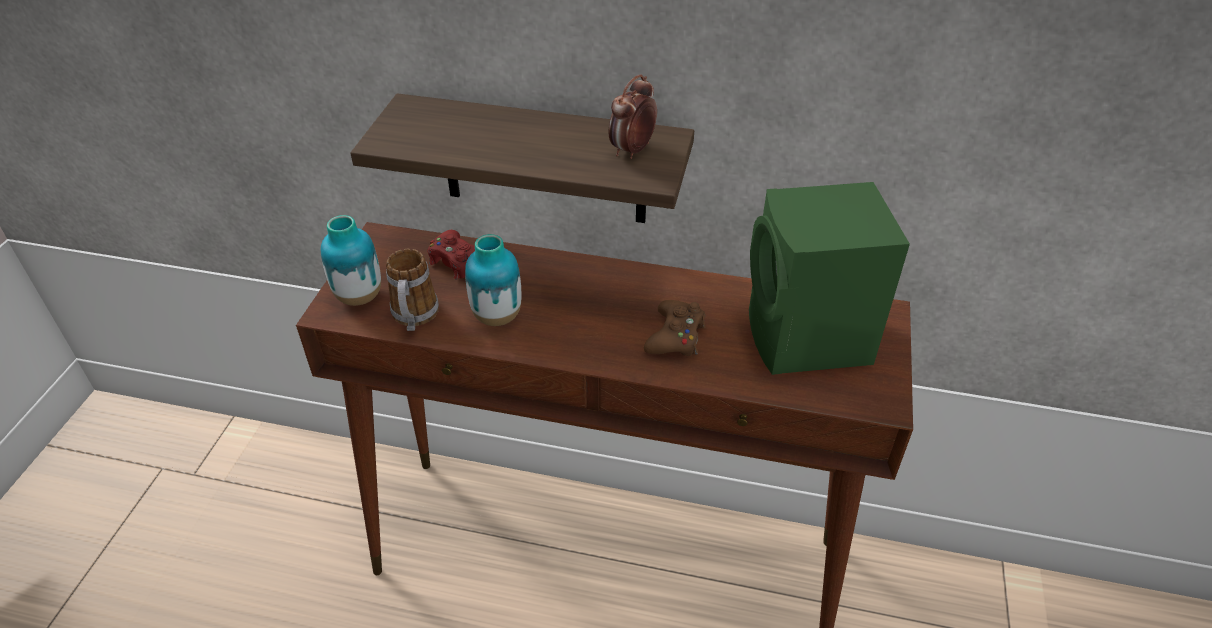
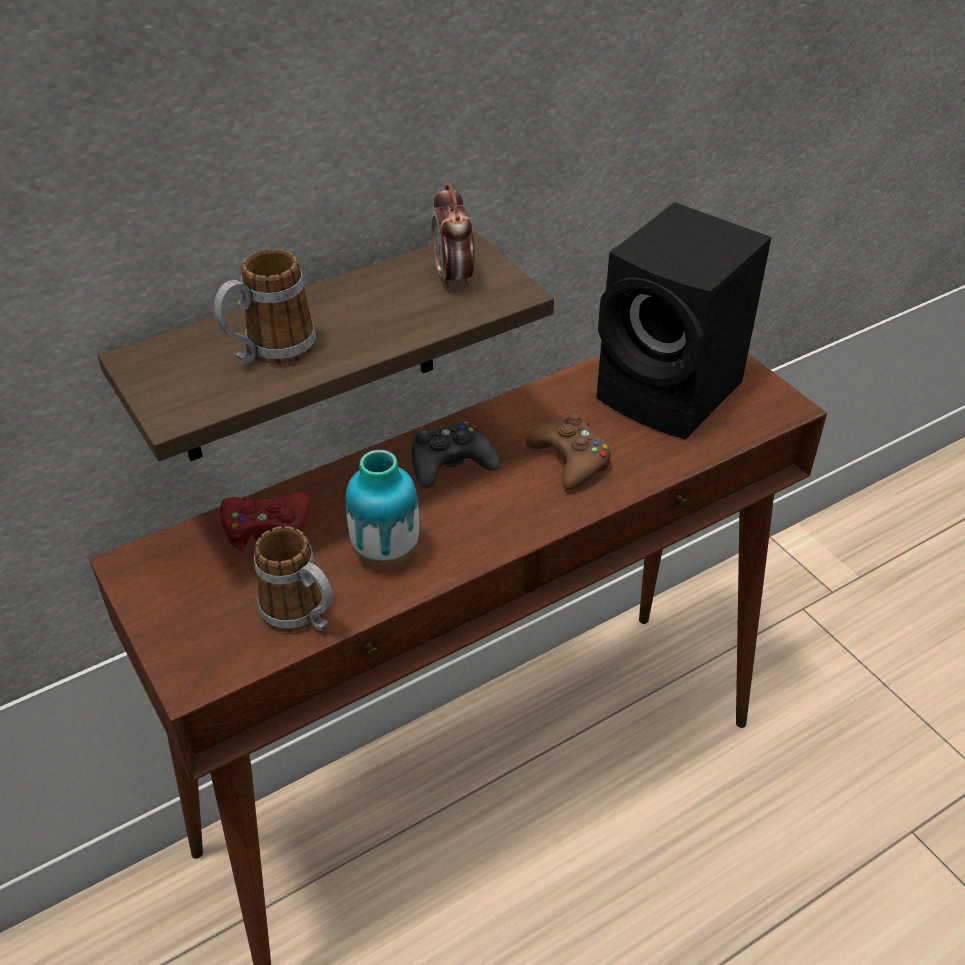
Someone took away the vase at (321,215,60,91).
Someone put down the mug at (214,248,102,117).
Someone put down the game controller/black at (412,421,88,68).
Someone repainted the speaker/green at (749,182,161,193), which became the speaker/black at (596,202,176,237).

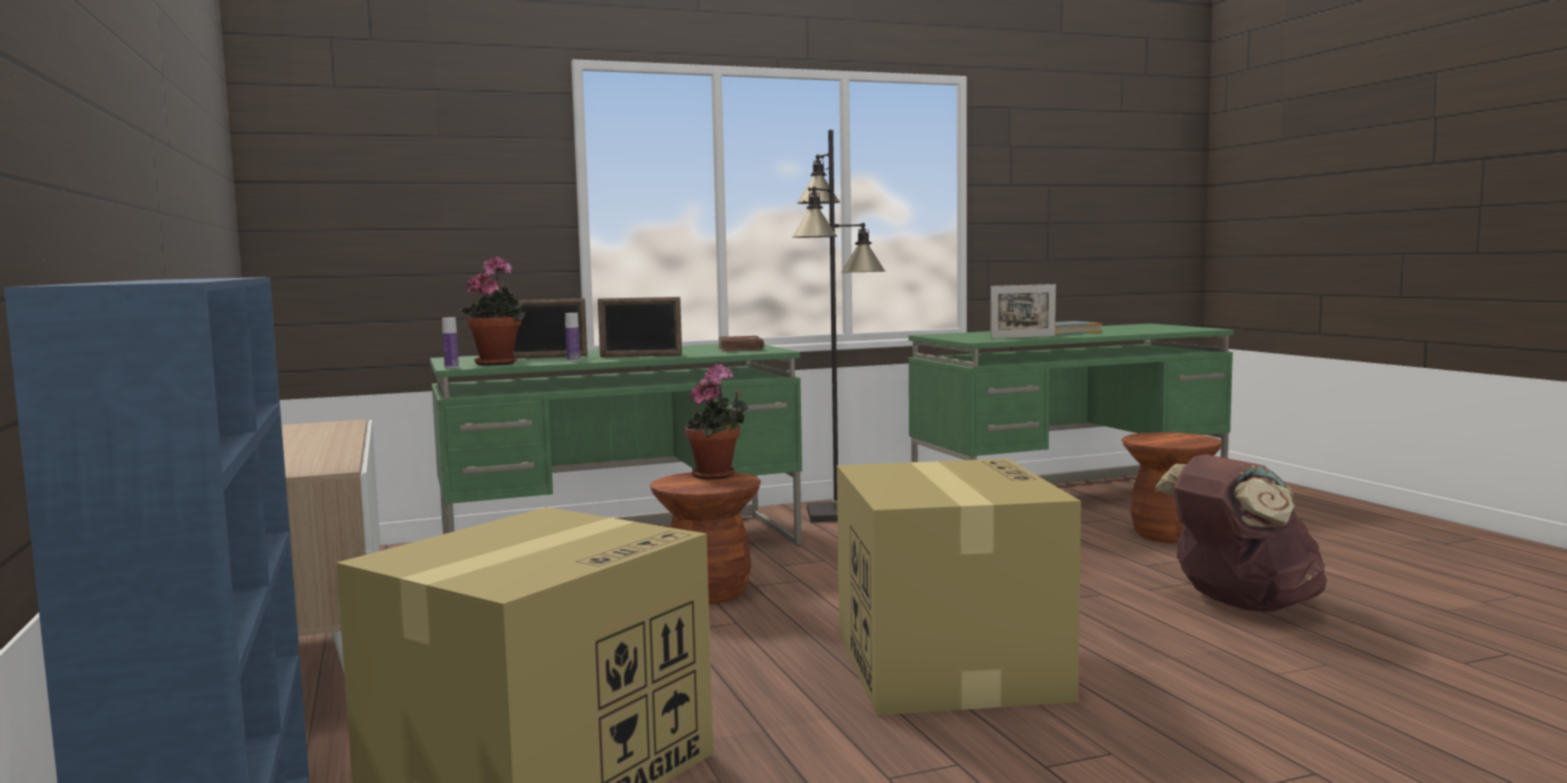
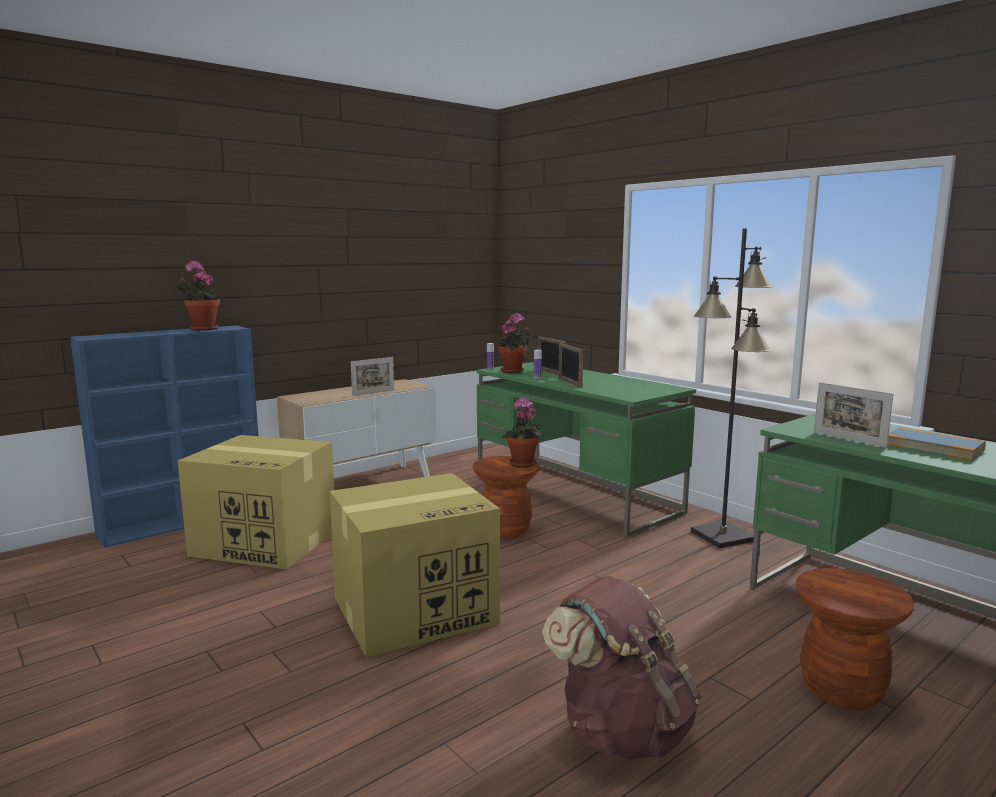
Someone took away the book/brown at (719,335,45,16).
Someone put down the potted plant at (178,260,42,71).
Someone put down the picture frame at (351,357,43,39).

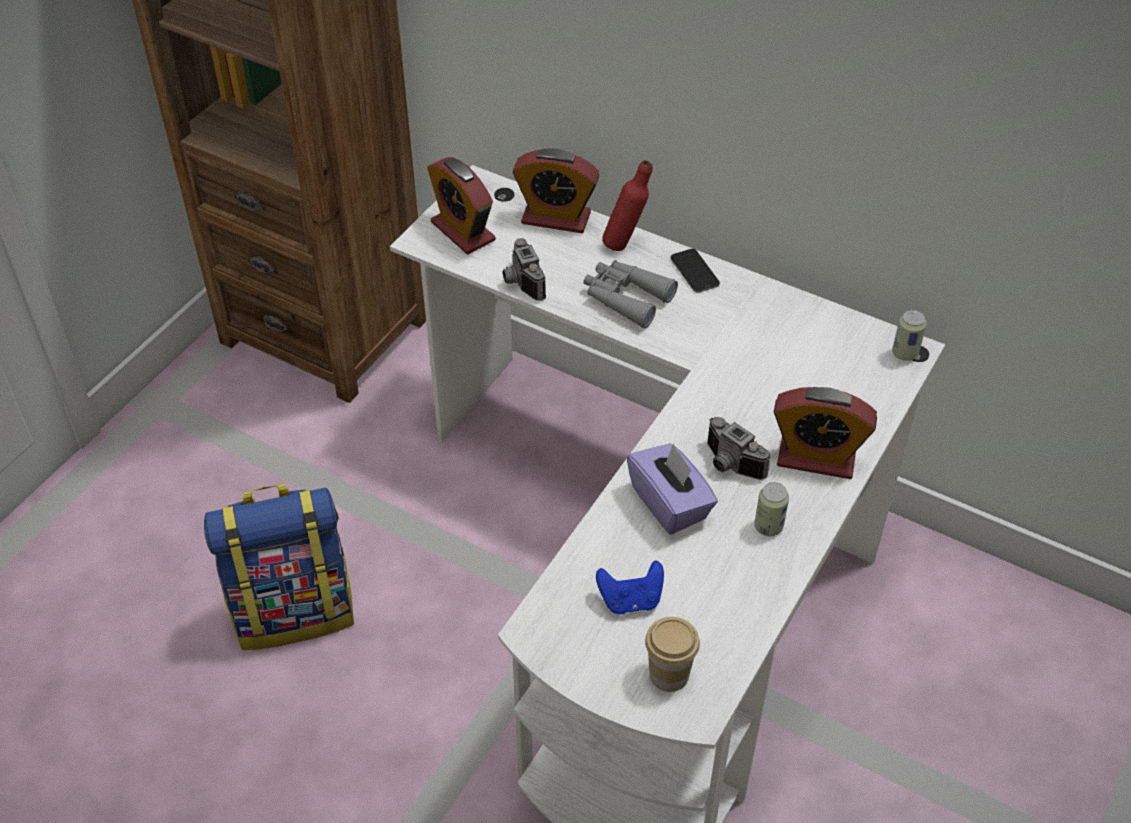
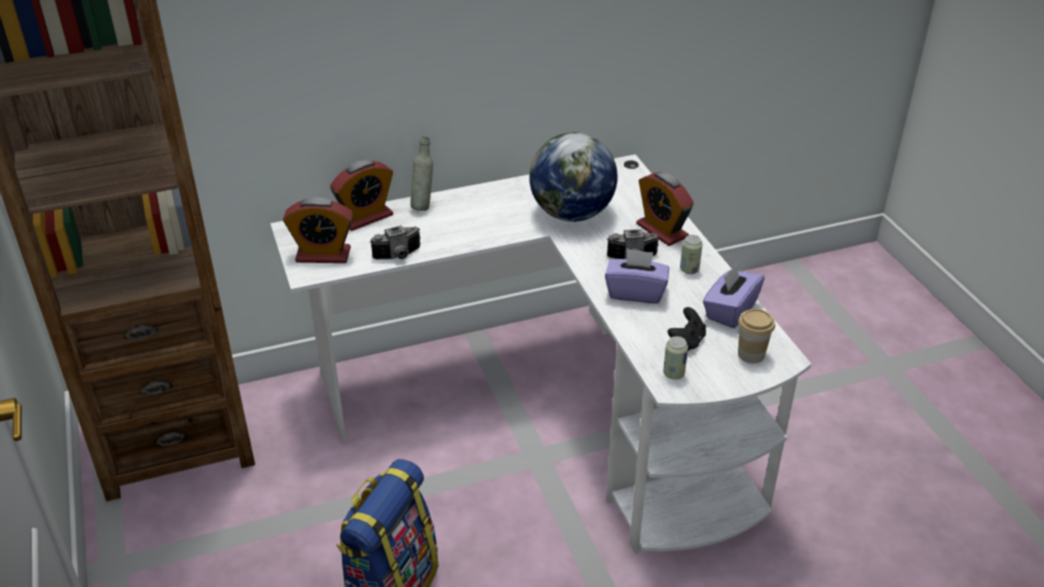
Someone took away the binoculars/grey at (583,260,95,68).
Someone took away the phone at (670,249,50,44).
Someone put down the globe at (529,132,89,90).
Someone put down the tissue box/purple at (703,264,62,64).
Someone carried the can from (892,310,35,51) to (663,336,25,44).
Someone repainted the game controller/blue at (596,560,68,54), which became the game controller/black at (668,307,38,44).
Someone repainted the bottle/red at (602,160,51,91), which became the bottle/grey at (410,136,23,75).
Someone rotated the photo camera at (503,238,43,63) by 45 degrees counterclockwise.
Someone rotated the alarm clock at (774,387,103,92) by 90 degrees clockwise.

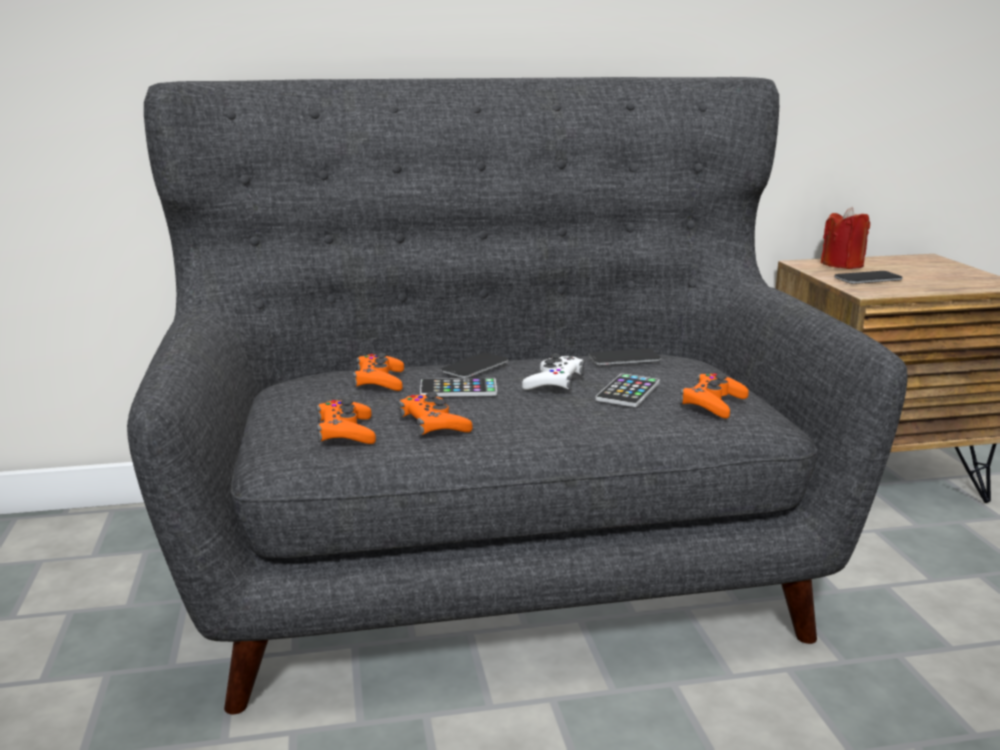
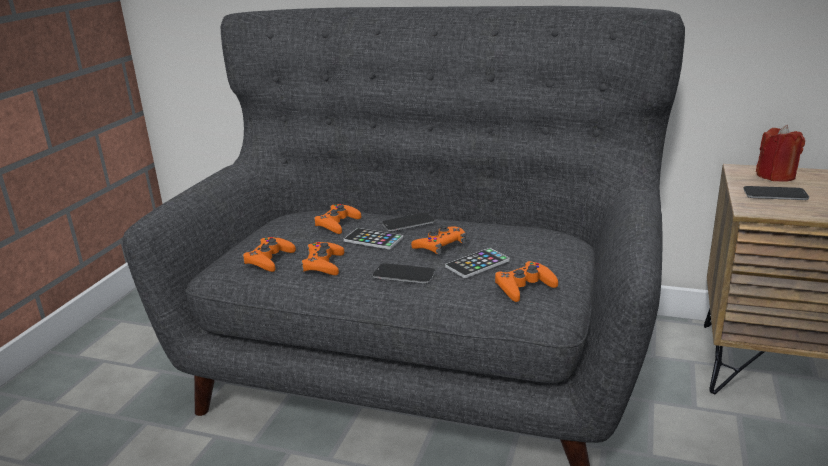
Someone carried the phone from (588,349,73,17) to (373,263,62,21).
Someone repainted the game controller/white at (522,353,63,37), which became the game controller/orange at (411,225,55,30).

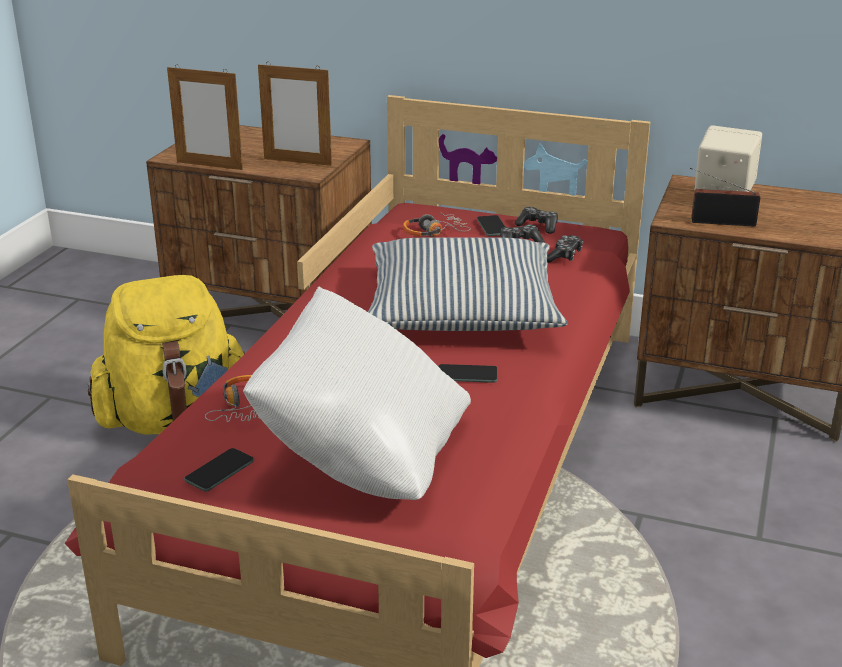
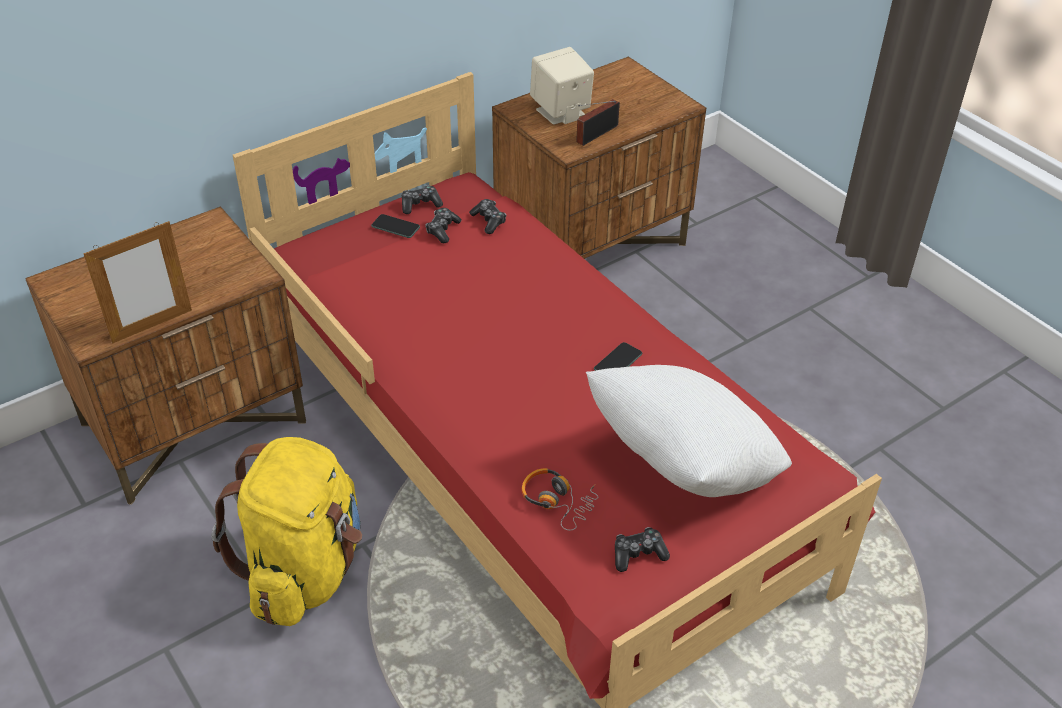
Someone took away the picture frame at (258,62,74,104).
Someone took away the pillow at (368,237,200,94).
Someone took away the headphones at (403,213,68,24).
Someone swapped the phone at (184,448,70,43) for the game controller at (615,527,55,45).

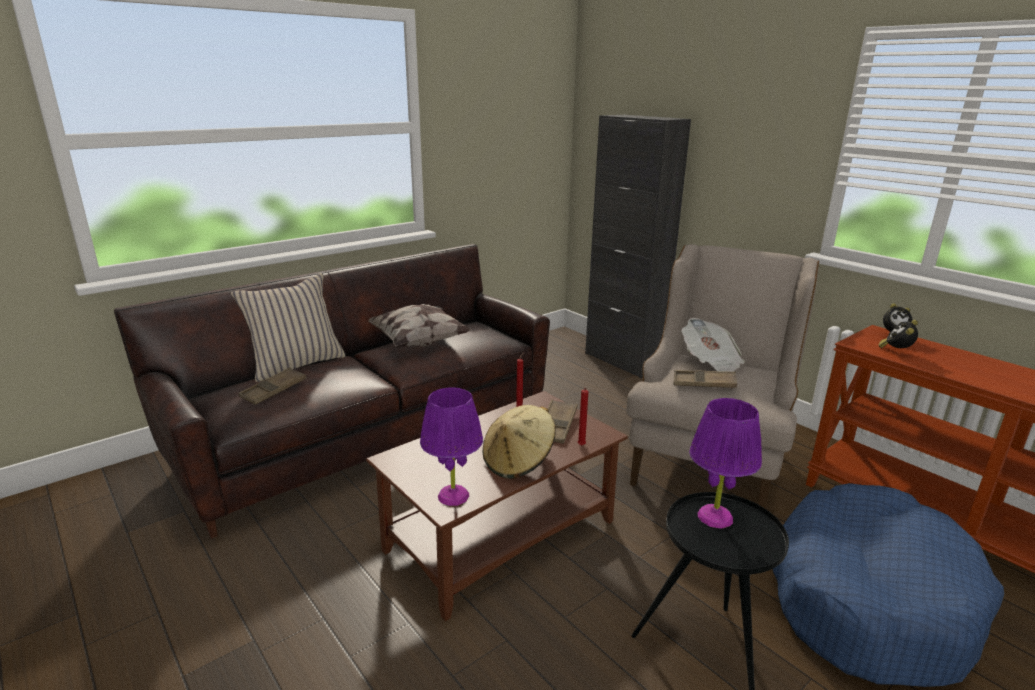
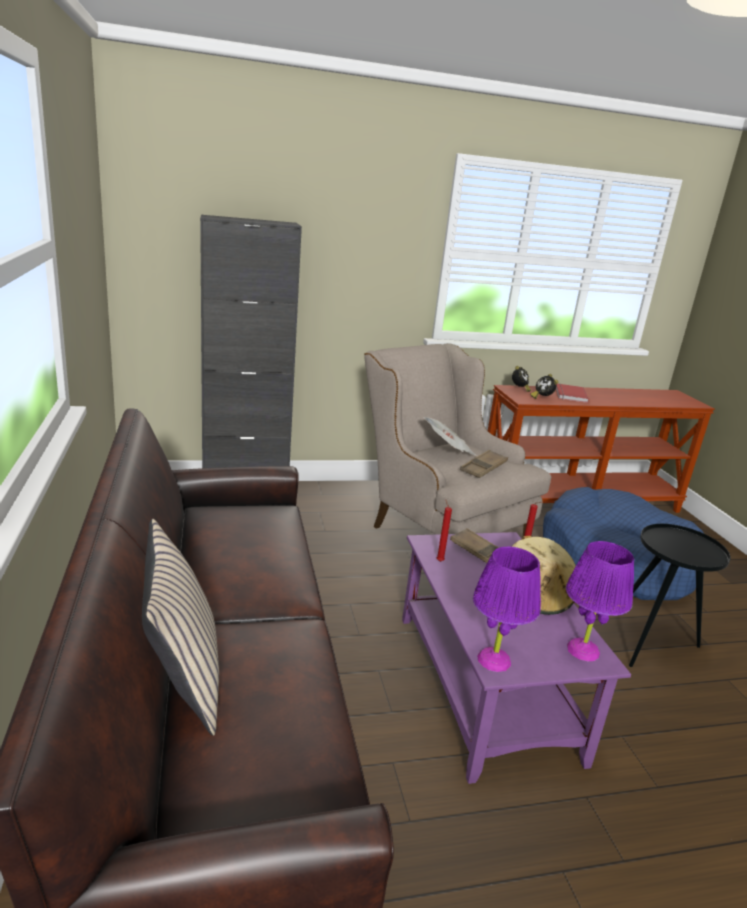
Someone took away the tray/brown at (239,367,67,38).
Someone took away the pillow at (369,304,103,43).
Someone put down the book/red at (556,384,33,19).
Someone carried the table lamp/purple from (689,398,73,131) to (473,547,68,125).
Someone repainted the coffee table/brown at (366,391,262,230), which became the coffee table/purple at (402,532,229,252).

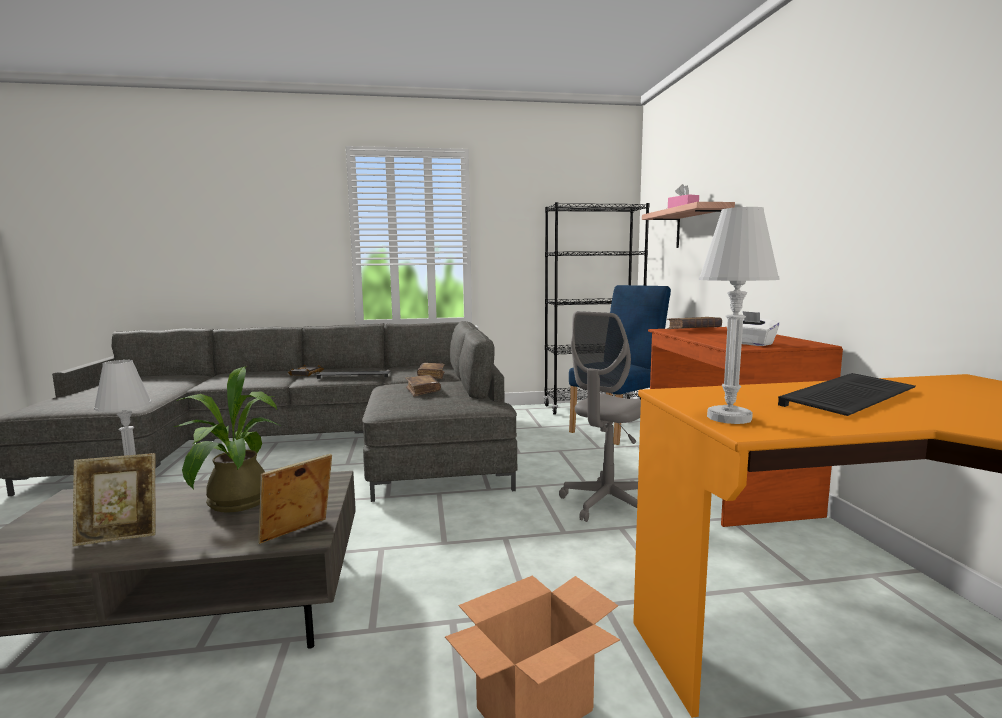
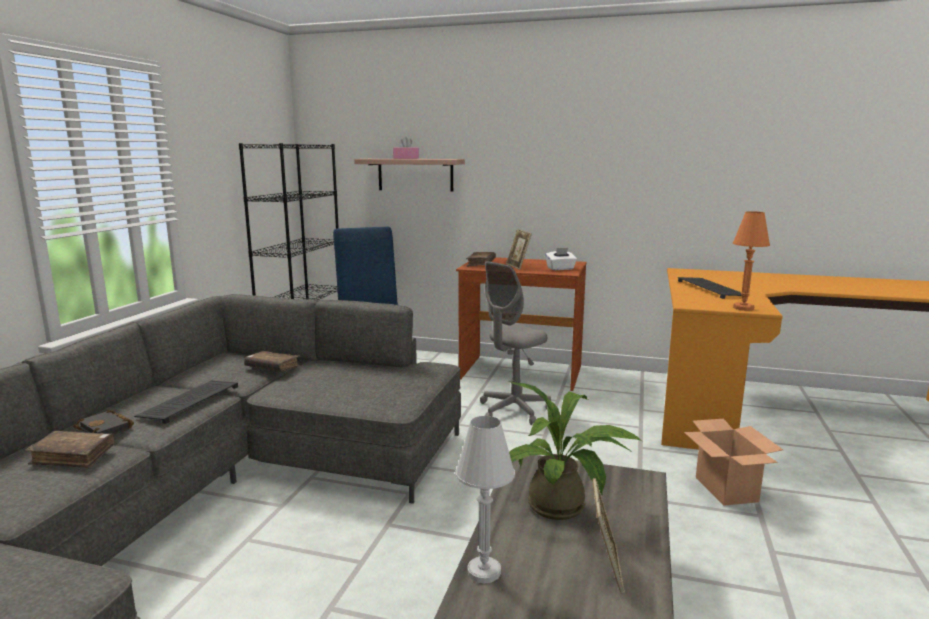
Someone carried the picture frame from (258,454,74,90) to (506,229,26,41).
Someone carried the book/brown from (405,375,36,22) to (25,431,90,37).
Someone repainted the table lamp/white at (699,207,81,217), which became the table lamp/orange at (733,211,37,100).
Someone rotated the office chair/grey at (559,311,82,211) by 75 degrees clockwise.

